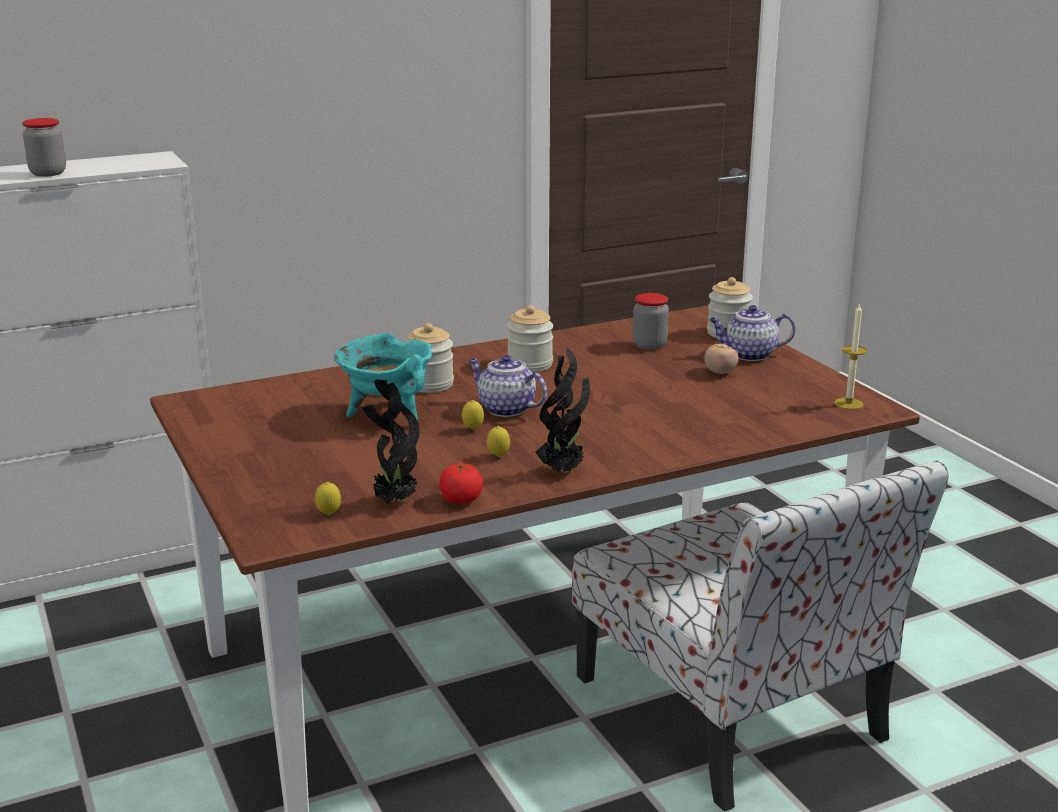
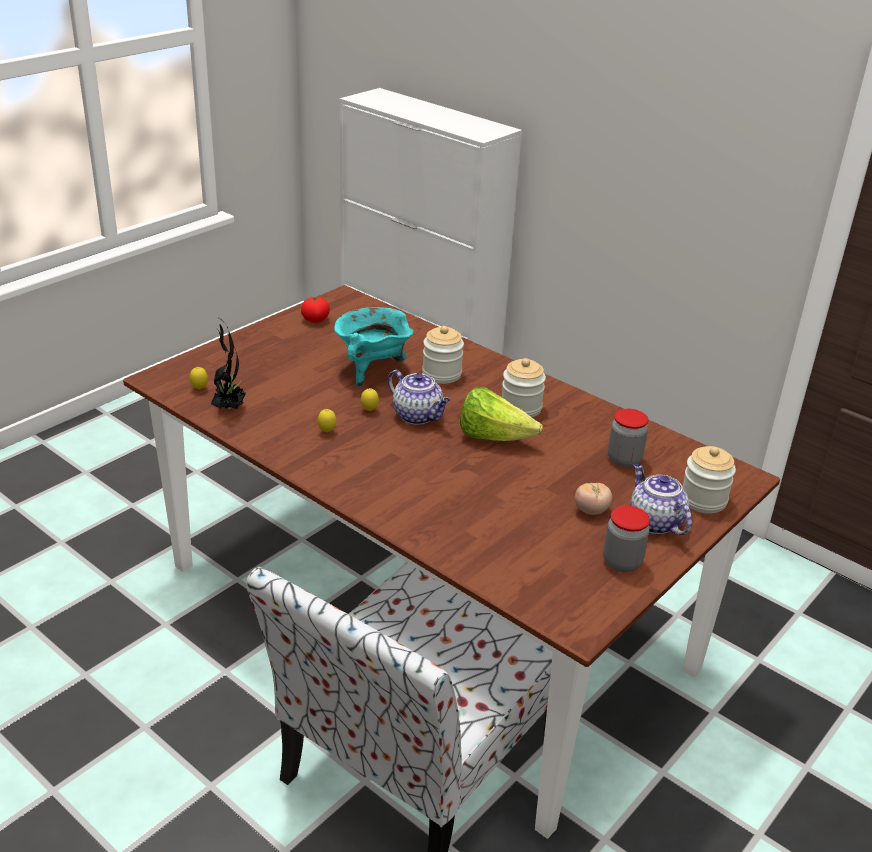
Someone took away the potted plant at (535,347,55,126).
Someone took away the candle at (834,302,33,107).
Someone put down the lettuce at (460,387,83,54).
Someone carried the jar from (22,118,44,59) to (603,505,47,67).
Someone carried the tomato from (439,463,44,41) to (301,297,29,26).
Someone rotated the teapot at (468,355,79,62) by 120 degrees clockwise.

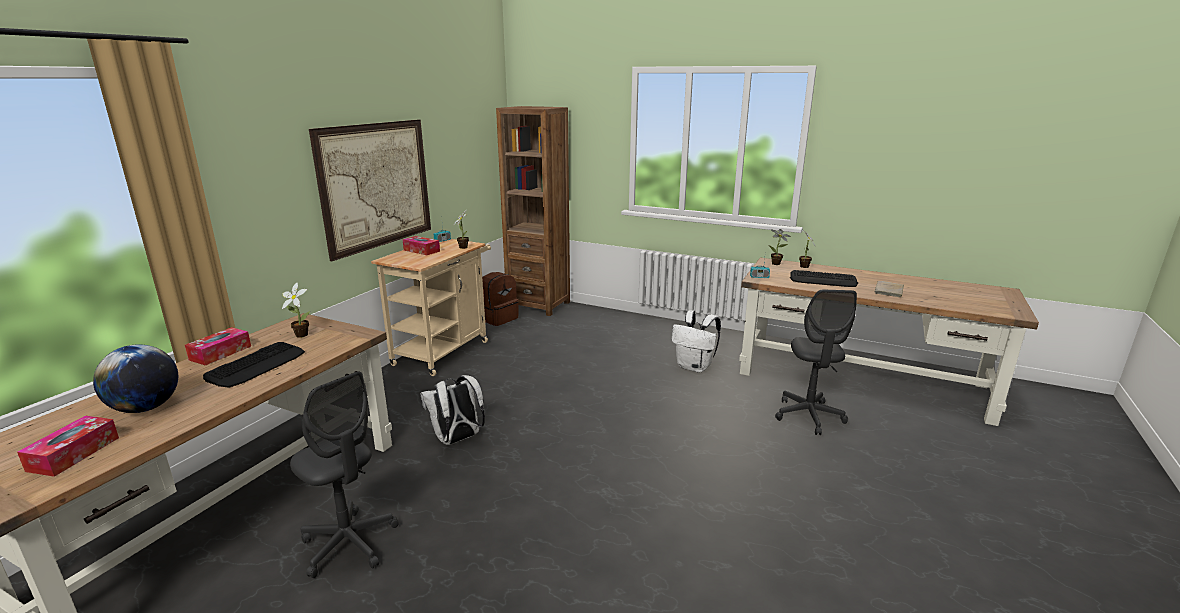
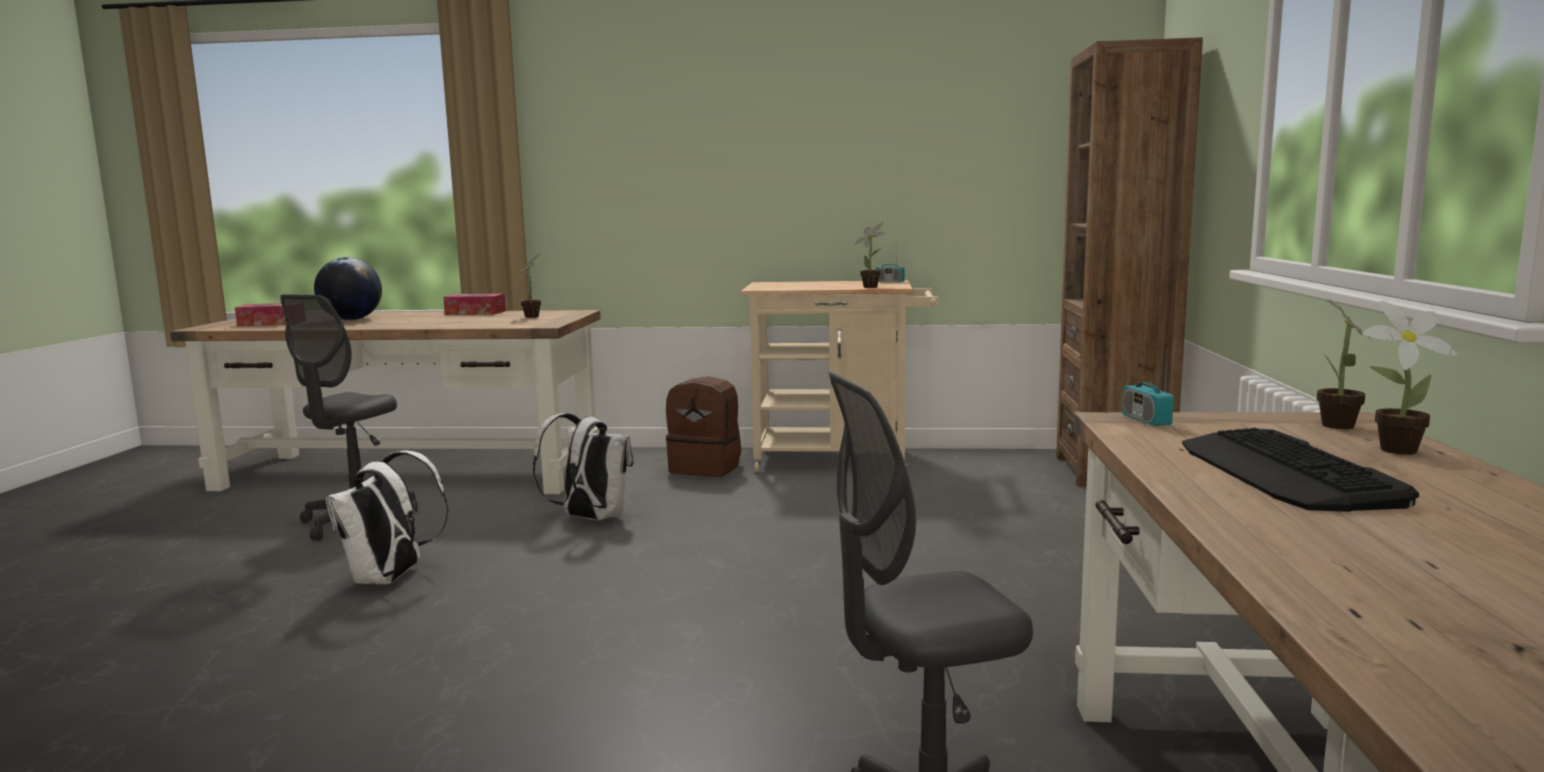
Someone took away the keyboard at (203,342,102,46).
Someone took away the picture at (309,119,122,142).
Someone took away the tissue box at (402,236,38,19).
Someone took away the book/beige at (874,281,30,16).
Someone carried the backpack/brown from (482,272,37,54) to (666,376,75,101).
Someone carried the backpack/white from (672,310,49,63) to (326,451,123,133).

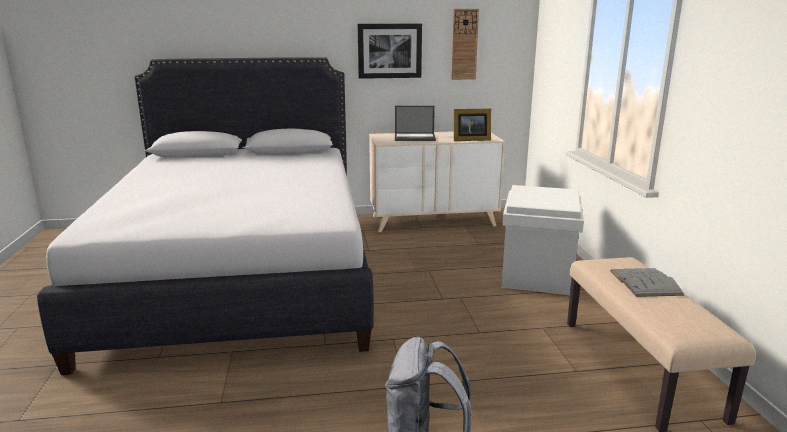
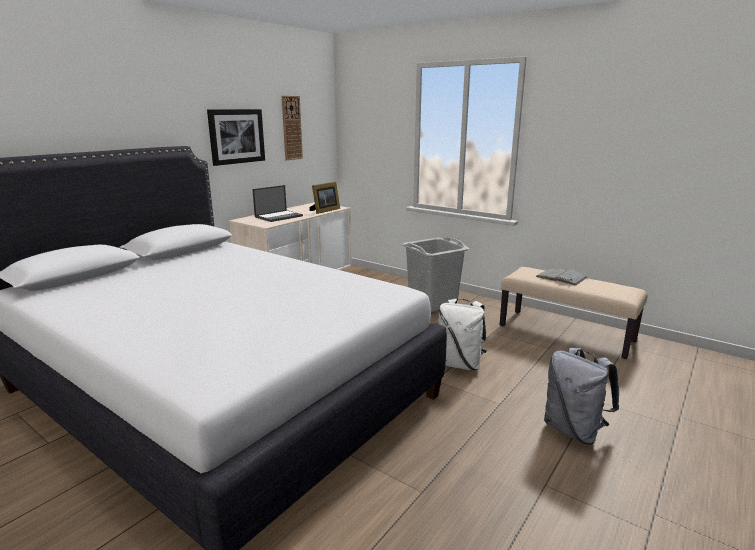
Someone put down the backpack/white at (439,299,48,72).
Someone swapped the storage box/white at (502,185,82,110) for the laundry basket/grey at (402,237,67,75).

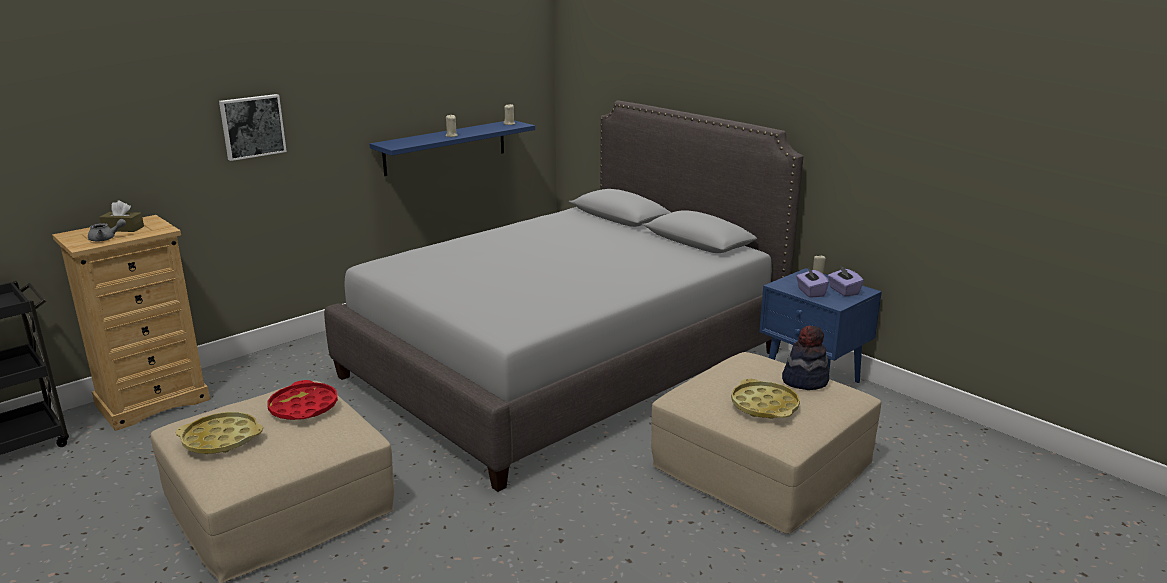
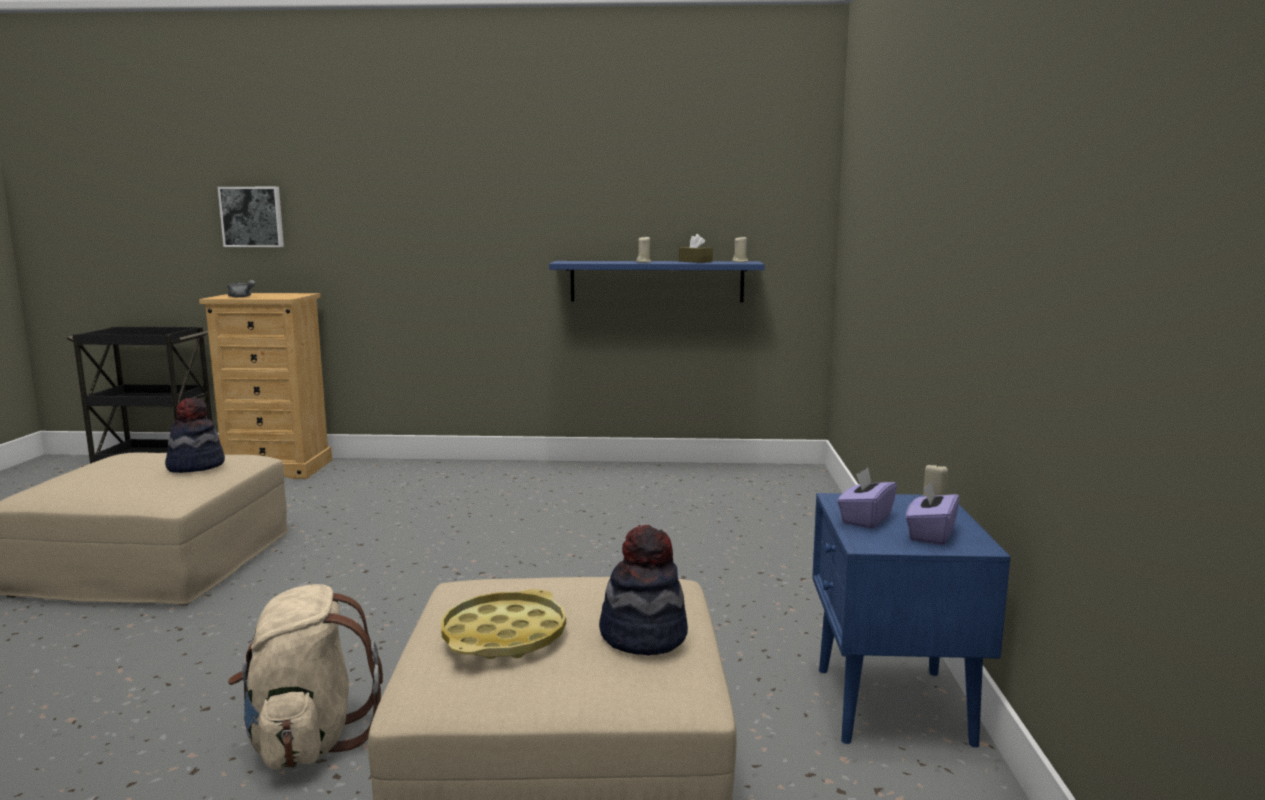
Someone took away the tray/yellow at (176,412,87,42).
Someone took away the bed/grey at (324,100,479,392).
Someone put down the backpack/beige at (228,584,155,186).
Someone carried the tissue box/brown from (99,200,45,32) to (679,234,34,29).
Someone carried the picture from (219,94,68,67) to (218,187,66,60).
Someone swapped the tray/red at (267,380,71,40) for the hat at (165,398,60,75).

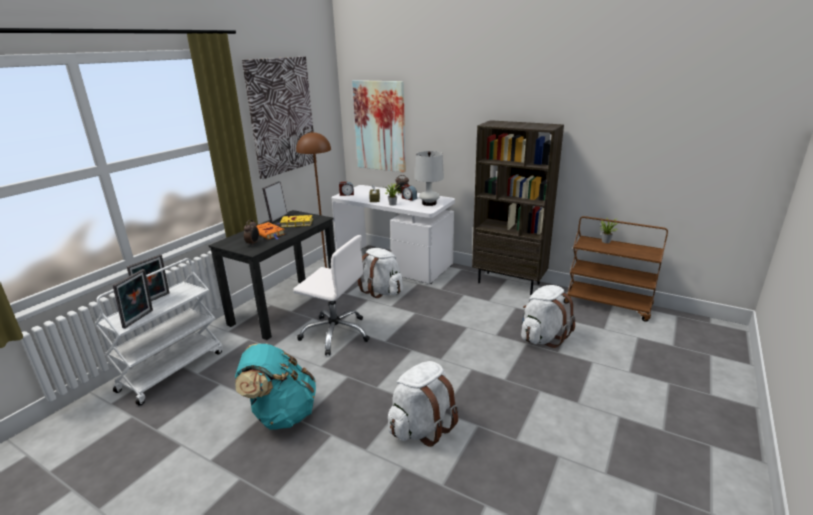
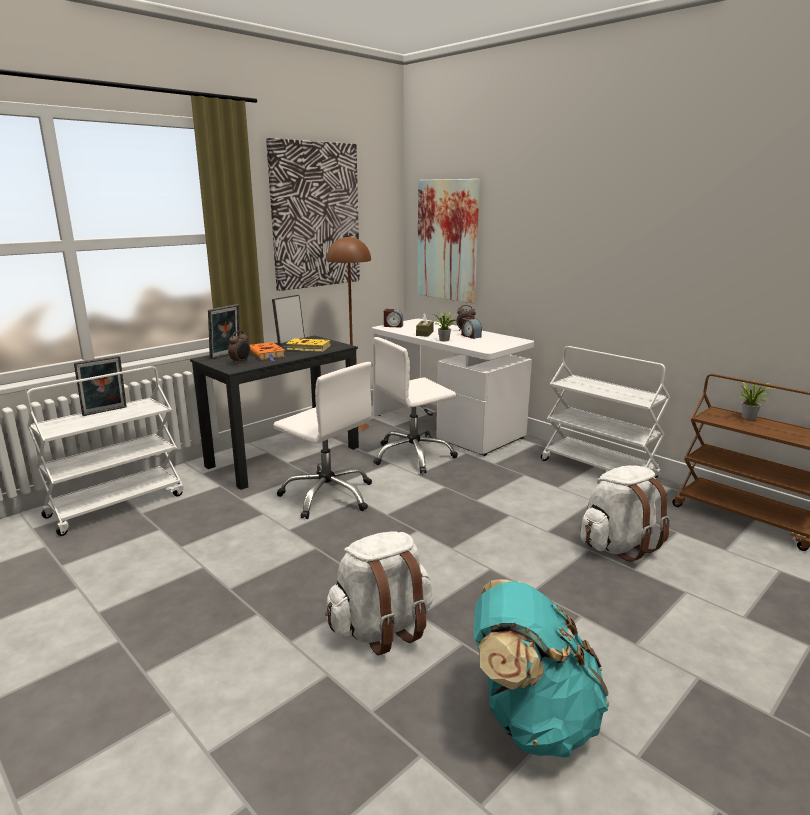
Someone took away the table lamp/white at (415,151,29,55).
Someone carried the picture frame from (113,269,40,60) to (208,304,32,55).
Someone carried the backpack/turquoise from (235,343,81,87) to (474,579,135,178).
Someone swapped the backpack/white at (358,248,45,50) for the office chair/white at (373,337,85,137).
Someone swapped the bookcase/brown at (472,120,92,175) for the cart/white at (541,346,129,132).

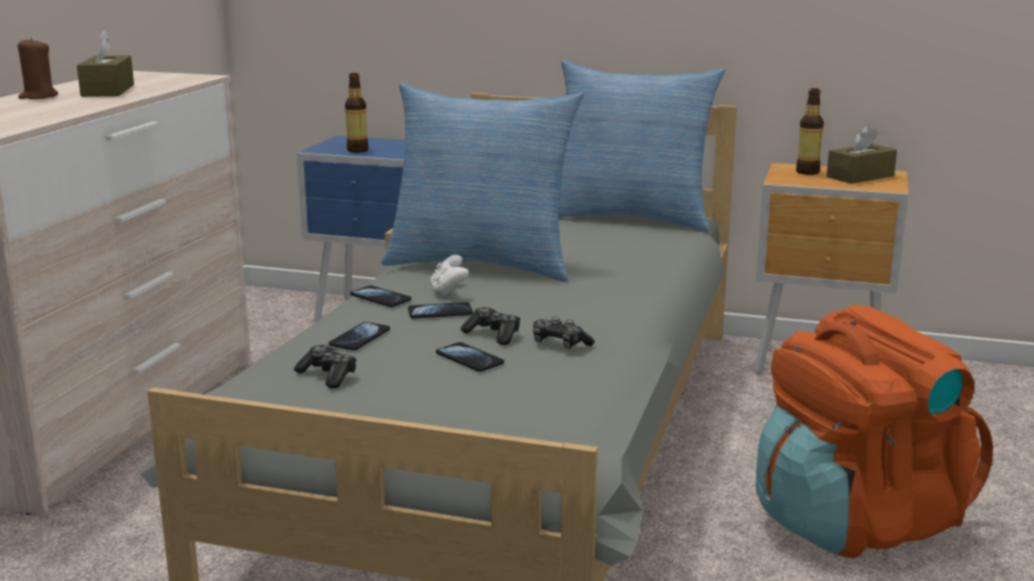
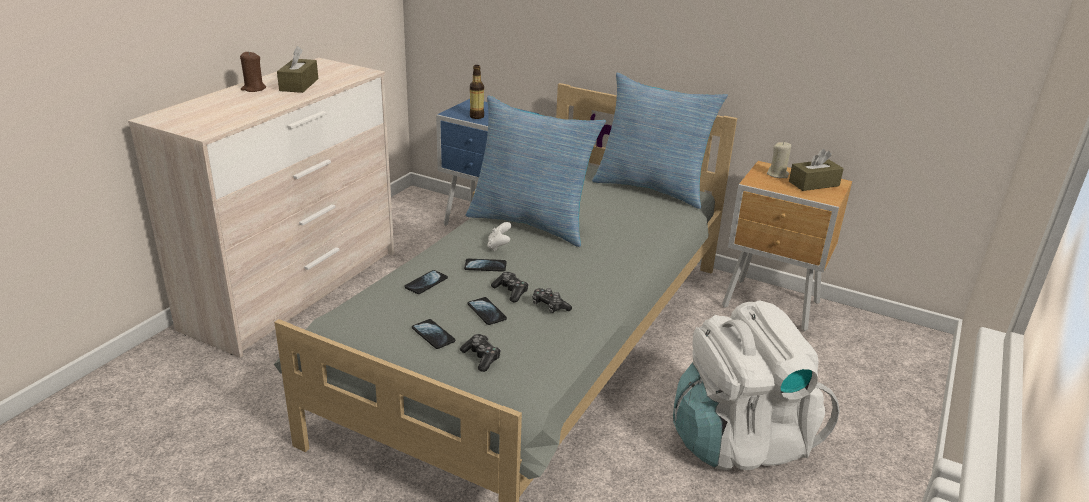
Someone carried the game controller from (294,345,62,43) to (460,334,41,38).
Someone carried the phone from (350,285,61,22) to (412,319,43,30).
Someone swapped the bottle at (796,88,28,87) for the candle/beige at (767,142,24,36).
Someone repainted the backpack/orange at (756,305,237,253), which became the backpack/white at (673,301,167,169).

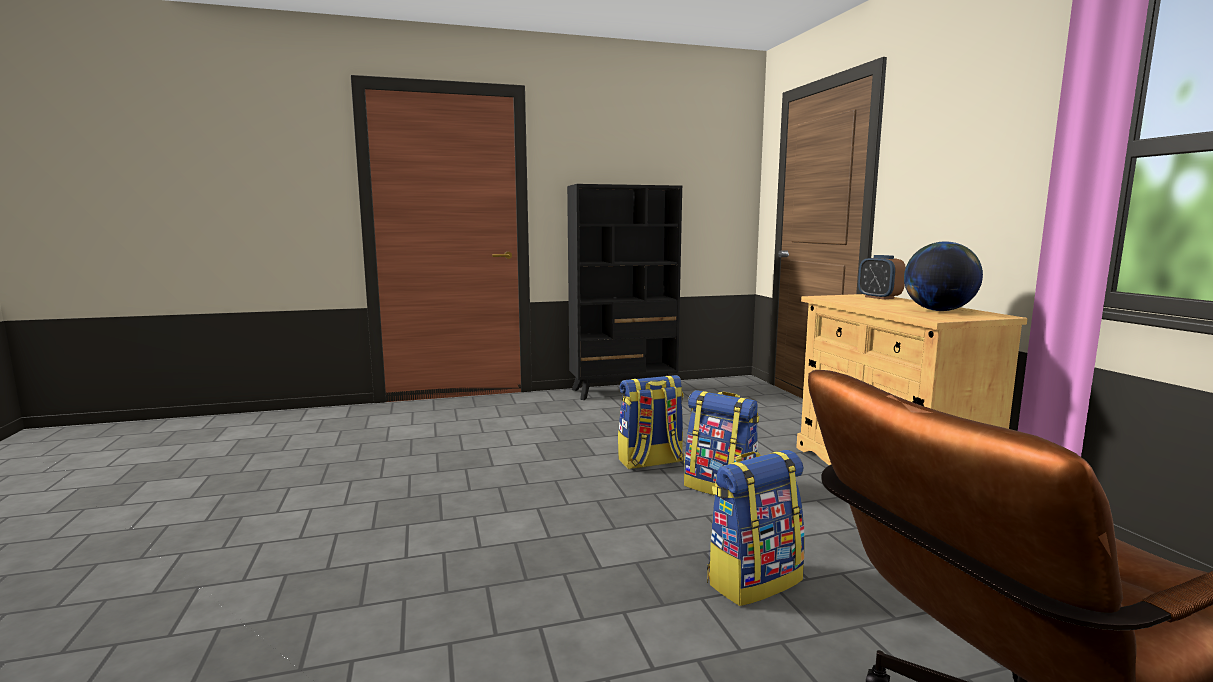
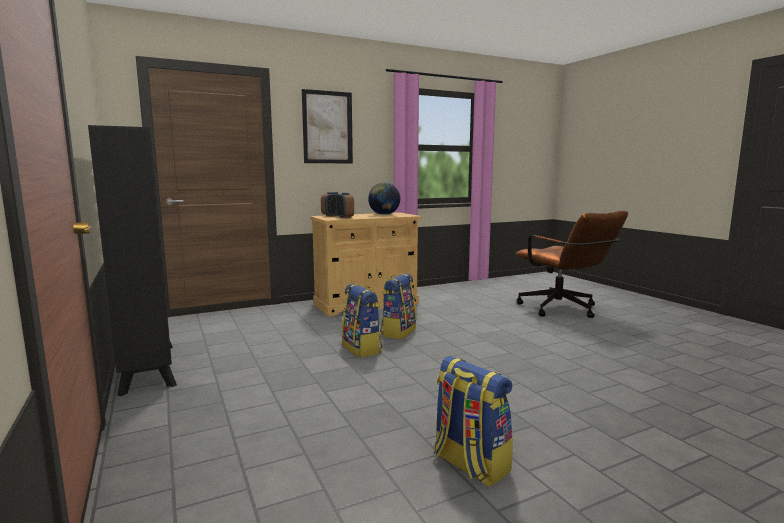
Someone put up the picture at (302,89,51,75).
Someone put down the alarm clock at (336,193,18,25).
Someone carried the backpack from (707,450,98,156) to (434,356,79,131).

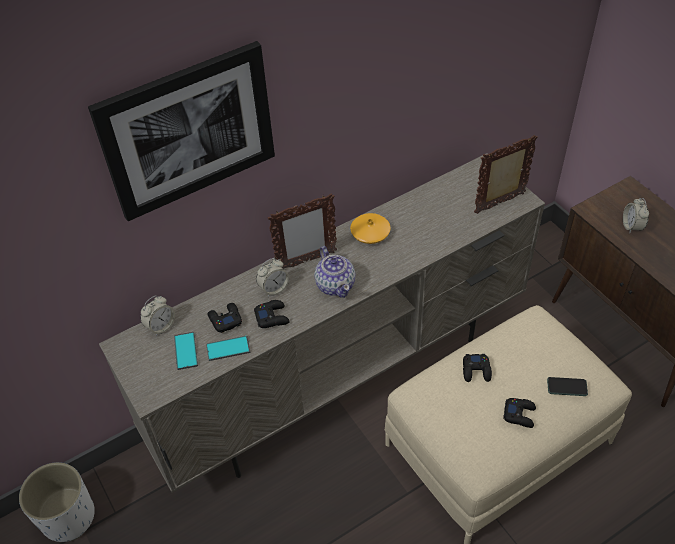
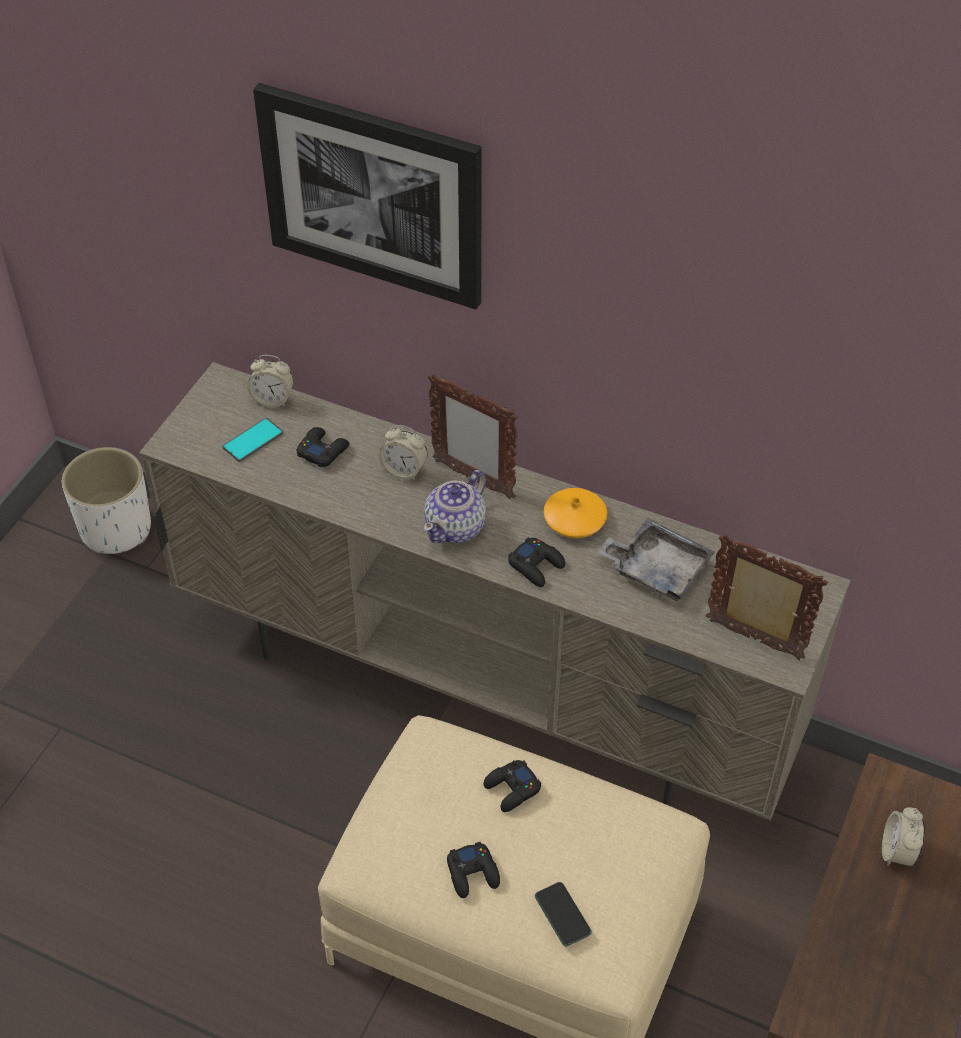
Someone took away the phone at (206,336,44,25).
Someone put down the tray/grey at (597,518,118,83).
Someone carried the game controller/black from (254,300,36,28) to (508,537,57,50).
Someone rotated the alarm clock at (623,198,26,35) by 45 degrees counterclockwise.

